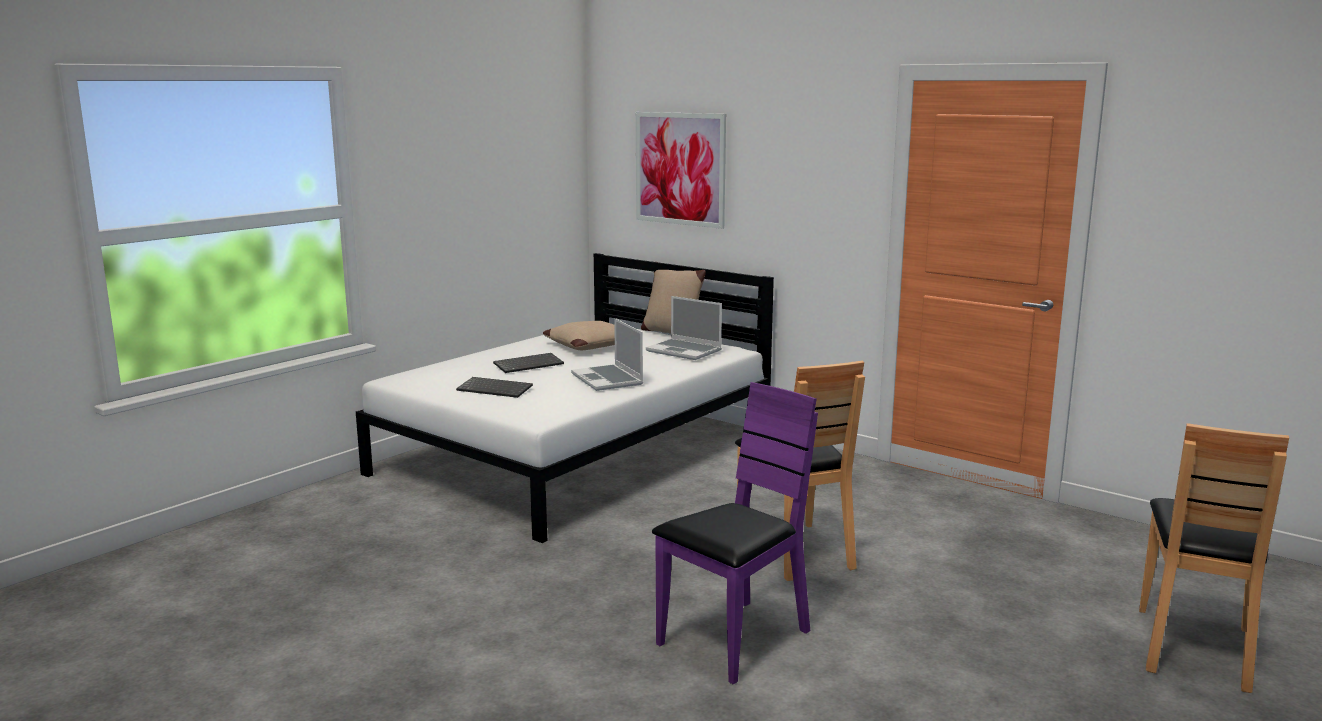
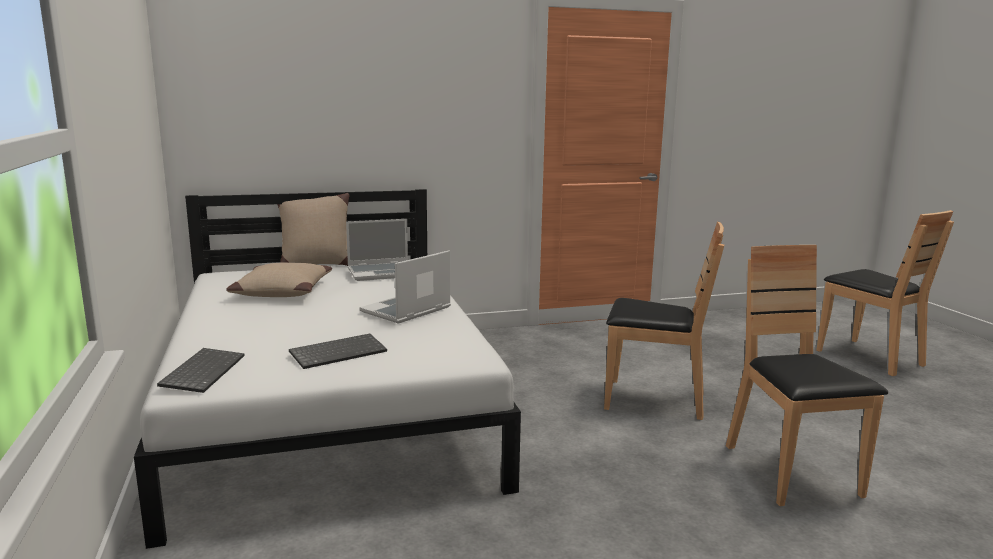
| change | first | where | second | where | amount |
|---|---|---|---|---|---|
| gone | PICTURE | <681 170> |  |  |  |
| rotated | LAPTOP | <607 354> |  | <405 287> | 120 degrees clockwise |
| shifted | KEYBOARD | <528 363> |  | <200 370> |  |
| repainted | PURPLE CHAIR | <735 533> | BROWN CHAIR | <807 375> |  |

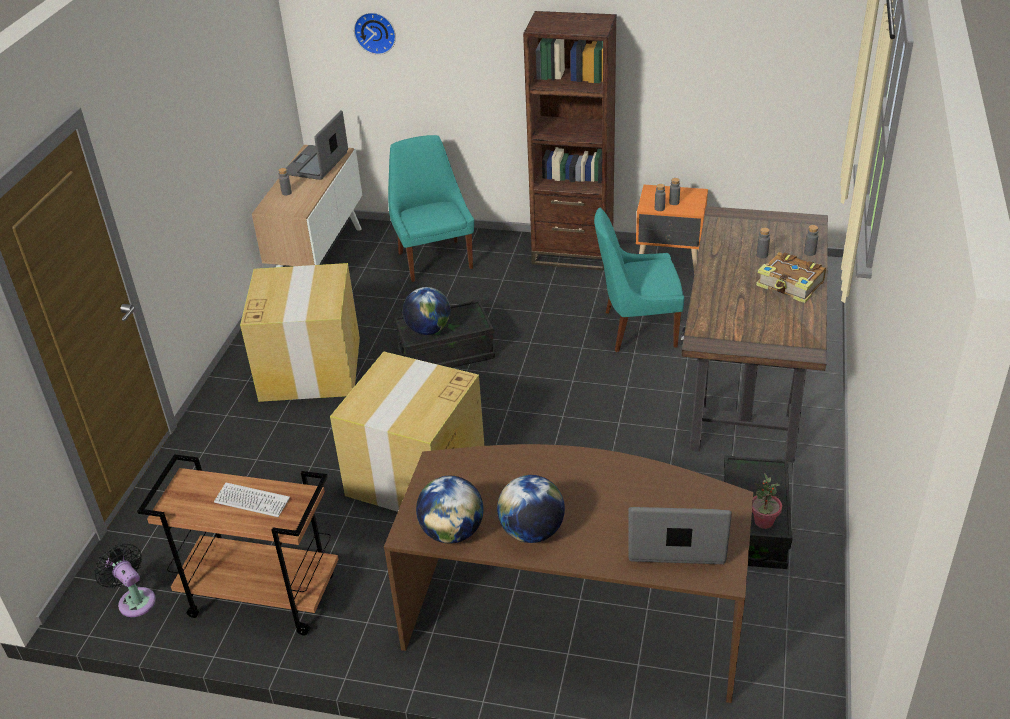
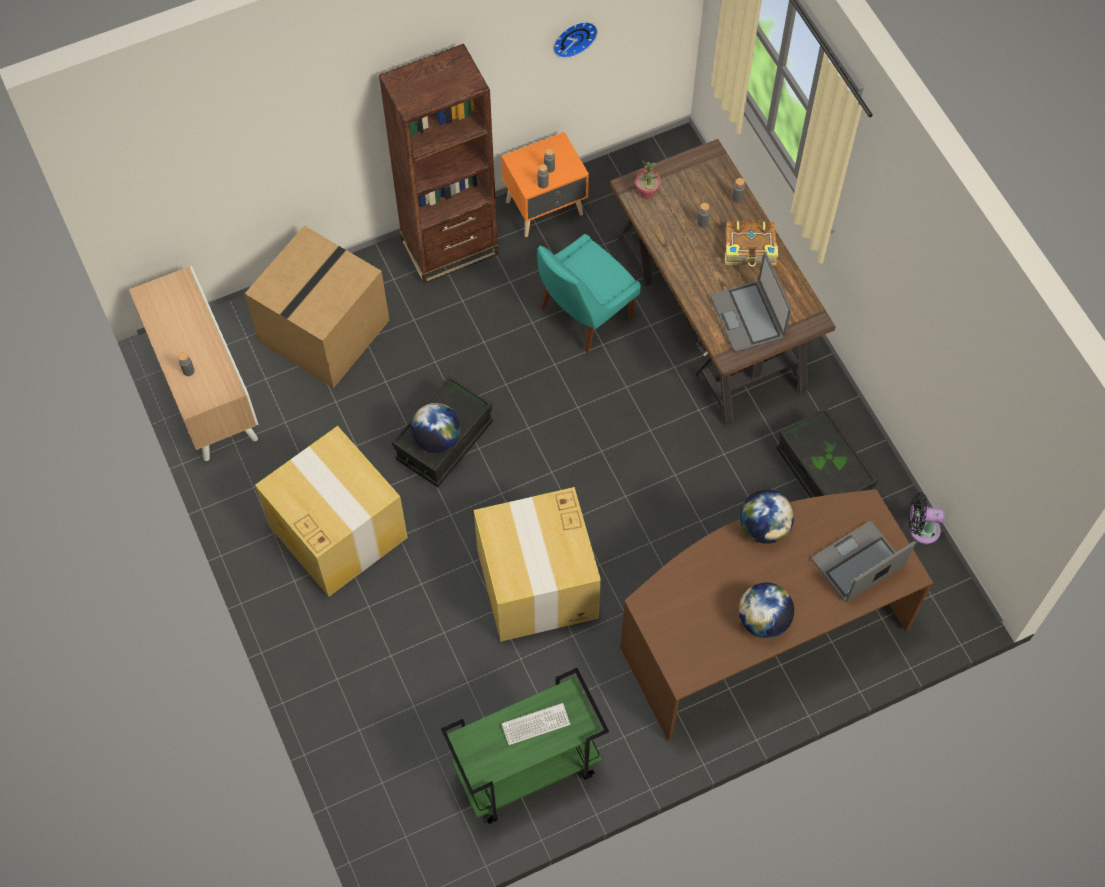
| change | first | where | second | where | amount |
|---|---|---|---|---|---|
| shifted | WALL CLOCK | <375 33> |  | <575 40> |  |
| shifted | LAPTOP | <317 145> |  | <751 303> |  |
| swapped | TURQUOISE CHAIR | <431 208> | CARDBOARD BOX | <317 307> |  |
| repainted | BROWN CART | <238 544> | GREEN CART | <525 746> |  |
| shifted | POTTED PLANT | <767 501> |  | <648 179> |  |
| shifted | GLOBE | <450 509> |  | <767 517> |  |
| shifted | BLACK FAN | <125 580> |  | <927 518> |  |

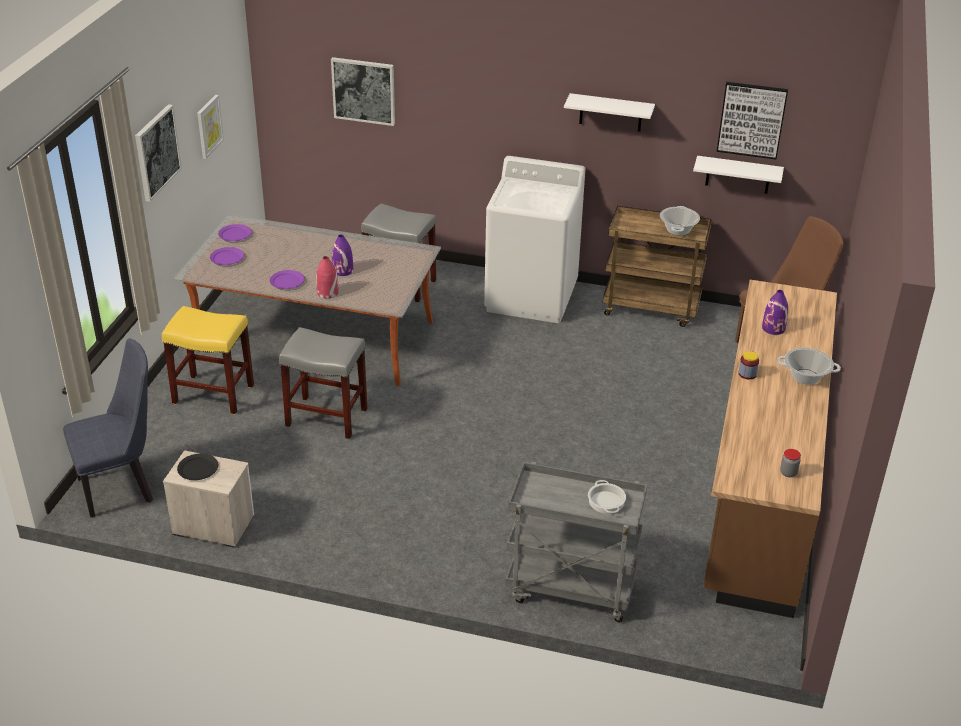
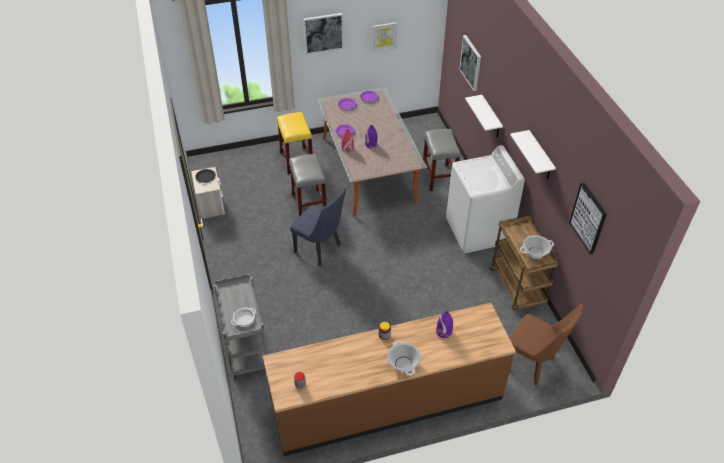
| change | first | where | second | where | amount |
|---|---|---|---|---|---|
| shifted | WHITE SHELF | <738 175> |  | <484 116> |  |
| shifted | BLUE CHAIR | <108 428> |  | <318 226> |  |

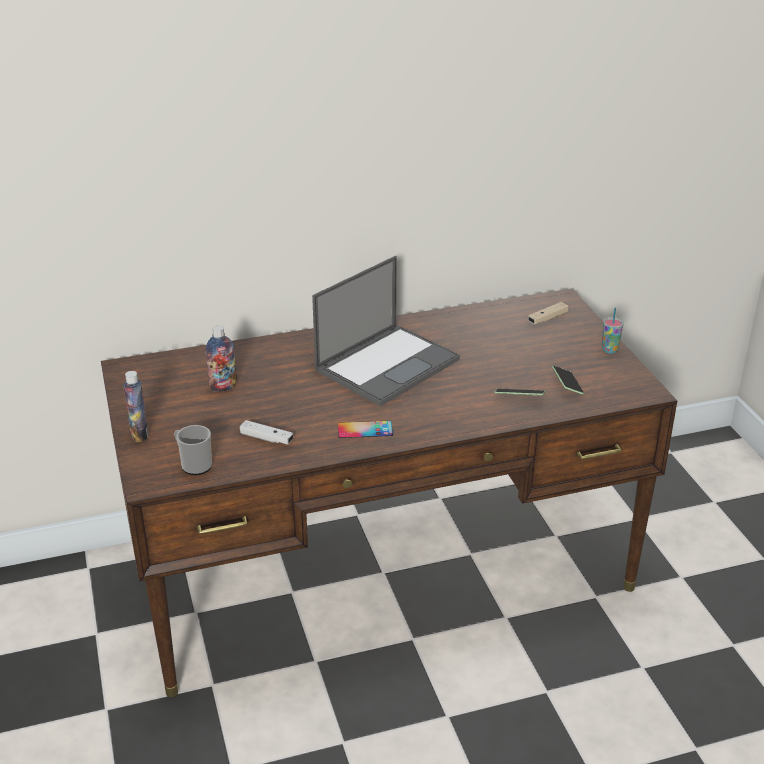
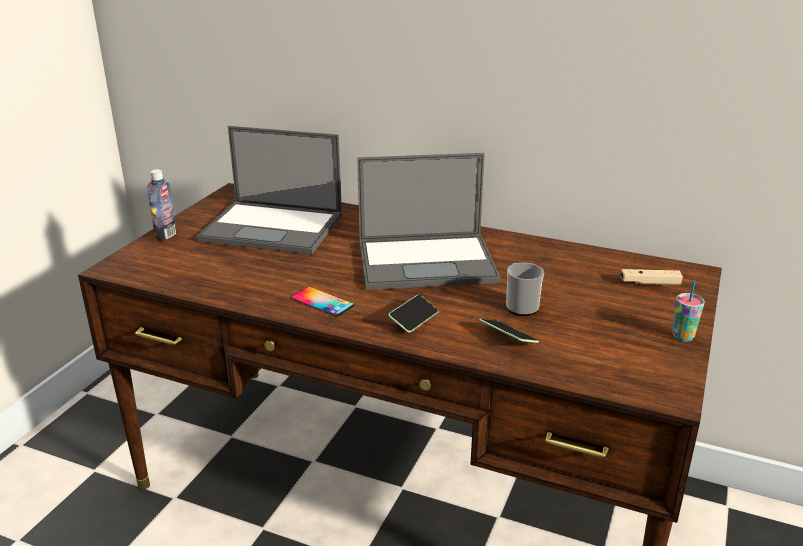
| change | first | where | second | where | amount |
|---|---|---|---|---|---|
| swapped | BOTTLE | <221 359> | LAPTOP | <269 190> |  |
| shifted | PHONE | <568 380> |  | <413 314> |  |
| gone | WHITE GAME CONTROLLER | <266 432> |  |  |  |
| shifted | MUG | <193 450> |  | <525 289> |  |

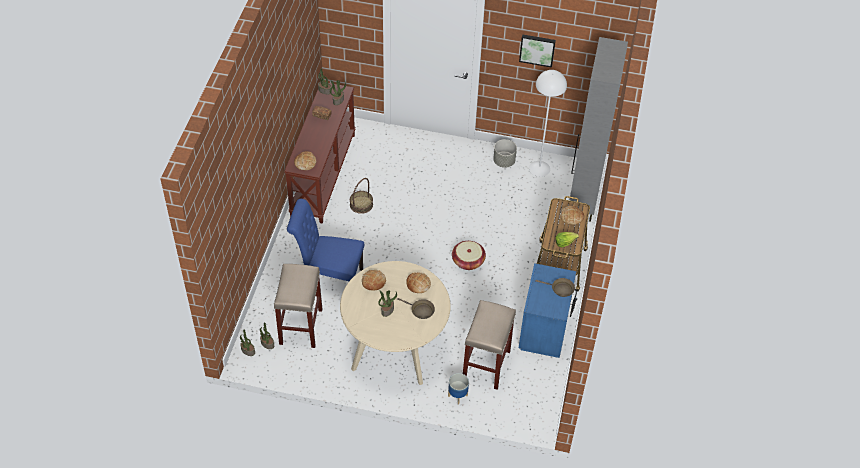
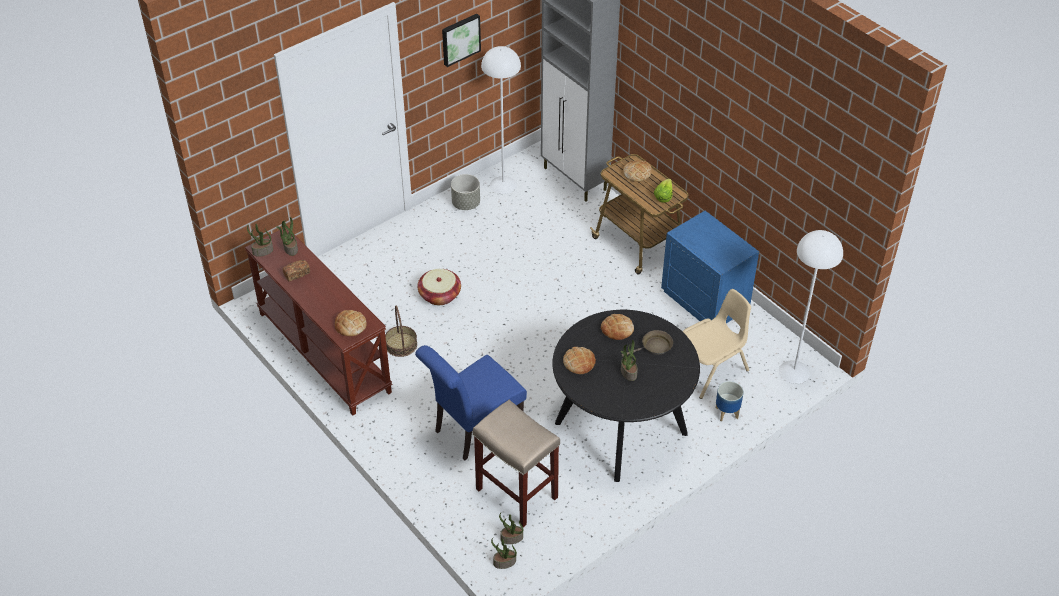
| change | first | where | second | where | amount |
|---|---|---|---|---|---|
| shifted | BASKET | <469 255> |  | <439 287> |  |
| repainted | BEIGE DINING TABLE | <395 323> | BLACK DINING TABLE | <626 396> |  |
| gone | BROWN FRYING PAN | <555 287> |  |  |  |
| swapped | BEIGE STOOL | <489 345> | BEIGE CHAIR | <717 344> |  |
| new |  |  | WHITE FLOOR LAMP | <811 307> |  |

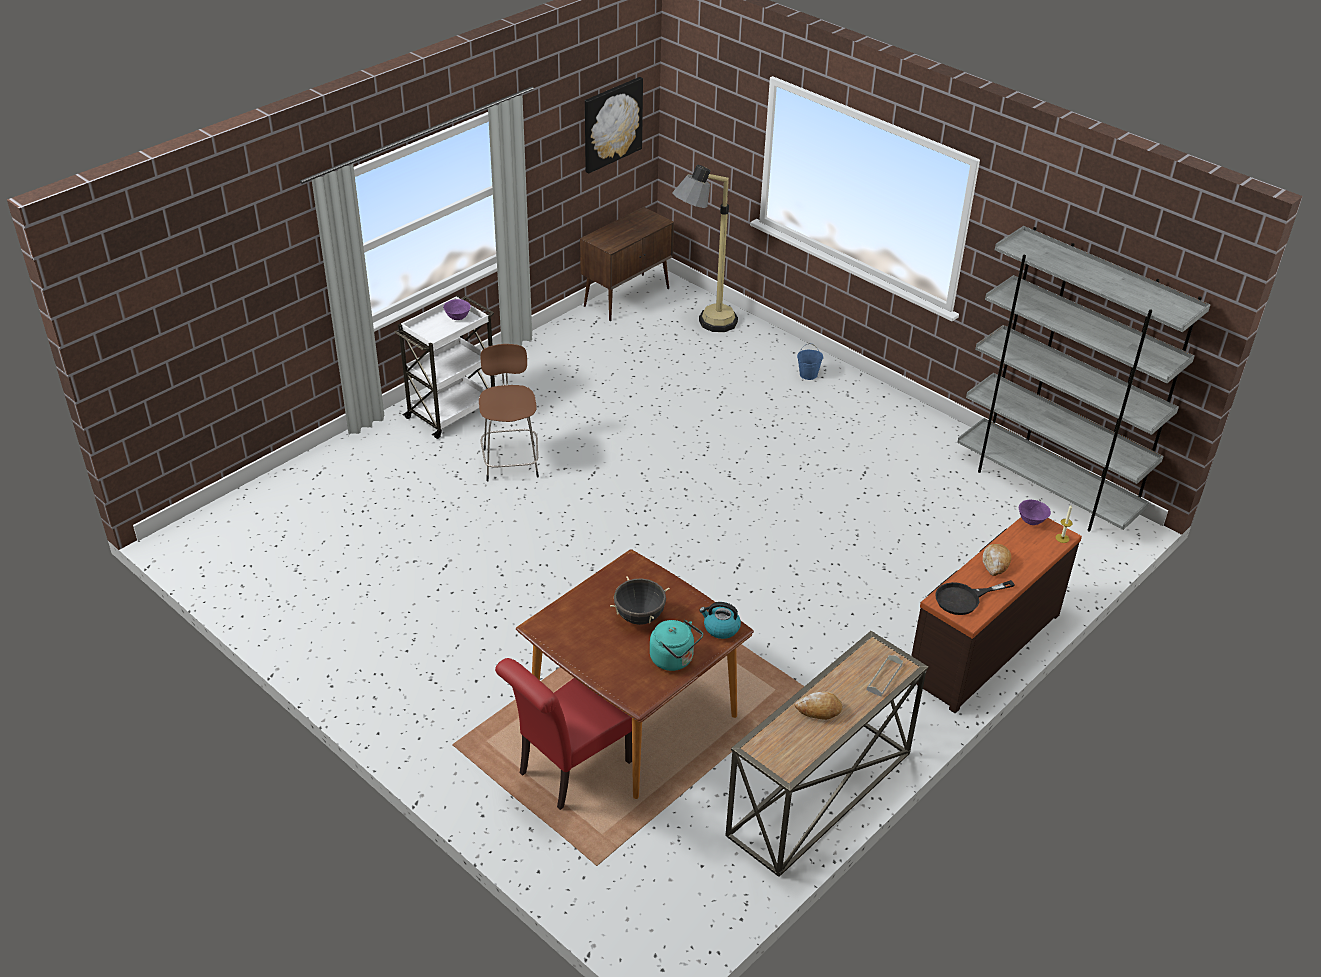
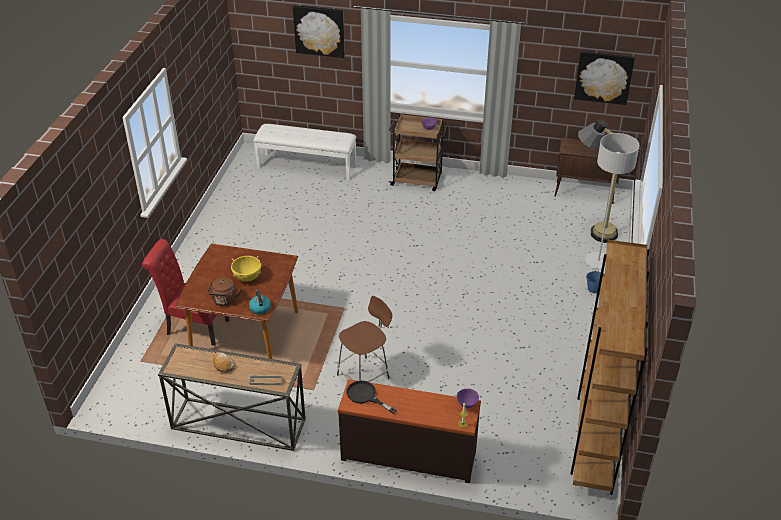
| change | first | where | second | where | amount |
|---|---|---|---|---|---|
| repainted | GREY BOOKCASE | <1083 378> | BROWN BOOKCASE | <610 367> |  |
| repainted | WHITE CART | <445 367> | BROWN CART | <418 152> |  |
| shifted | BROWN STOOL | <509 412> |  | <364 339> |  |
| gone | BREAD | <997 560> |  |  |  |
| repainted | BLACK COOKING POT | <640 600> | YELLOW COOKING POT | <246 269> |  |
| repainted | TURQUOISE KETTLE | <676 645> | BROWN KETTLE | <224 291> |  |
| new |  |  | PICTURE | <319 31> |  |
| new |  |  | WHITE BENCH | <305 152> |  |
| new |  |  | GREY FLOOR LAMP | <612 201> |  |

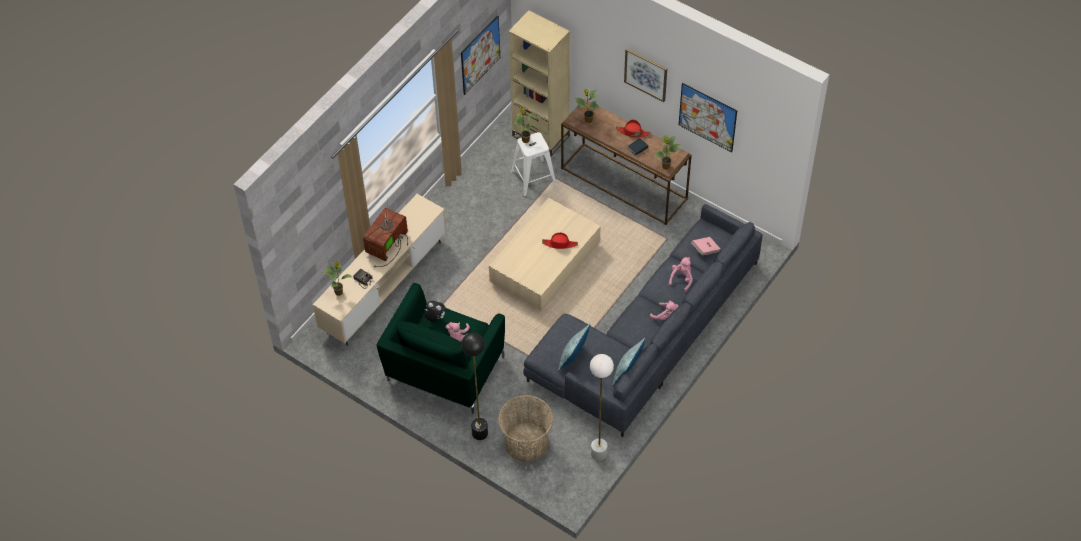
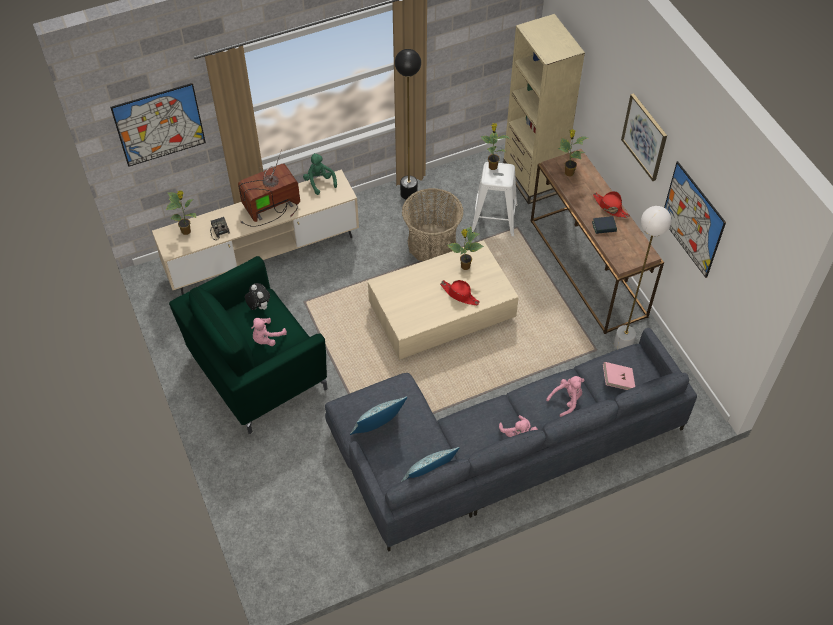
| change | first | where | second | where | amount |
|---|---|---|---|---|---|
| shifted | PICTURE | <480 55> |  | <158 125> |  |
| shifted | POTTED PLANT | <666 152> |  | <465 248> |  |
| shifted | BLACK FLOOR LAMP | <474 386> |  | <408 124> |  |
| shifted | WHITE FLOOR LAMP | <602 407> |  | <642 278> |  |
| shifted | BASKET | <525 428> |  | <433 224> |  |
| new |  |  | GREEN PLUSH TOY | <320 174> |  |

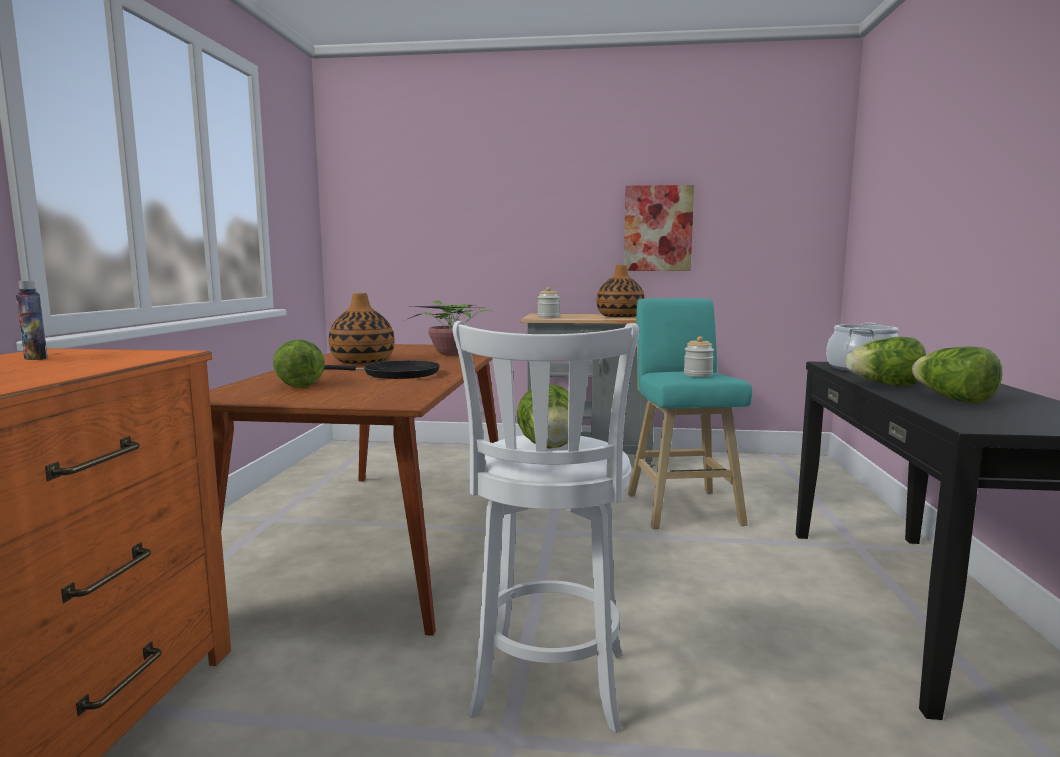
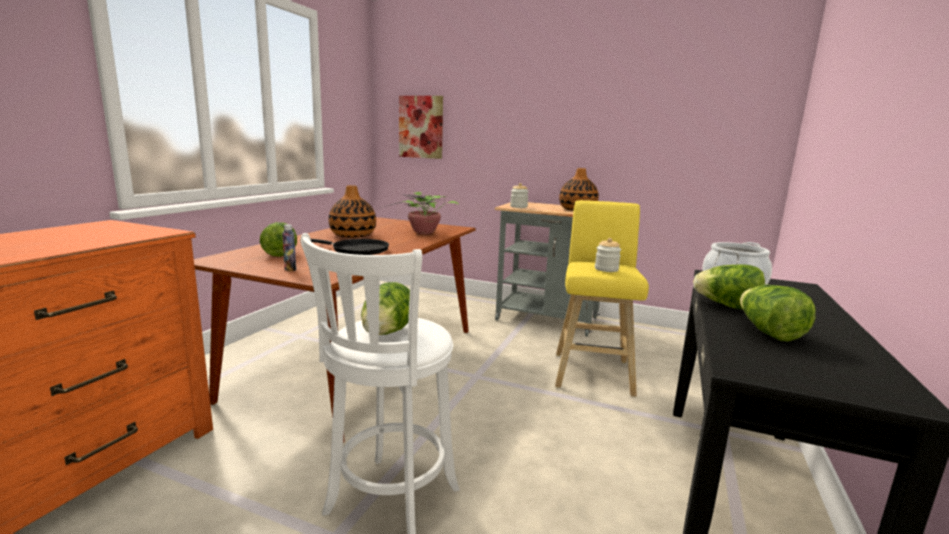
| change | first | where | second | where | amount |
|---|---|---|---|---|---|
| shifted | PICTURE | <659 228> |  | <421 127> |  |
| shifted | BOTTLE | <32 320> |  | <289 247> |  |
| repainted | TURQUOISE STOOL | <690 413> | YELLOW STOOL | <602 298> |  |

